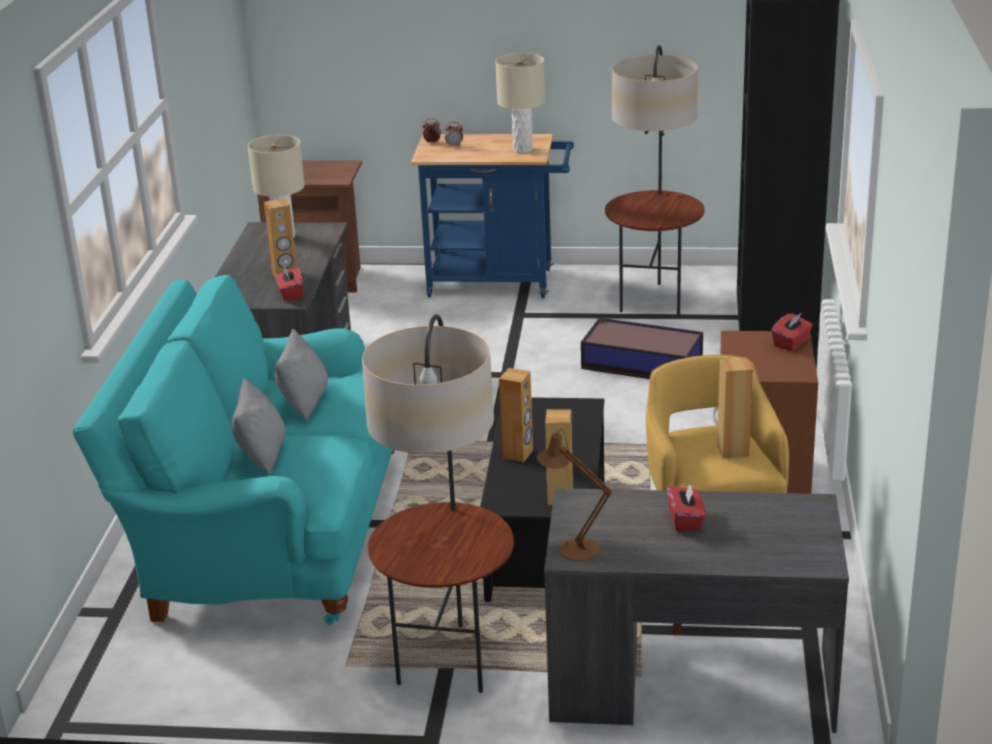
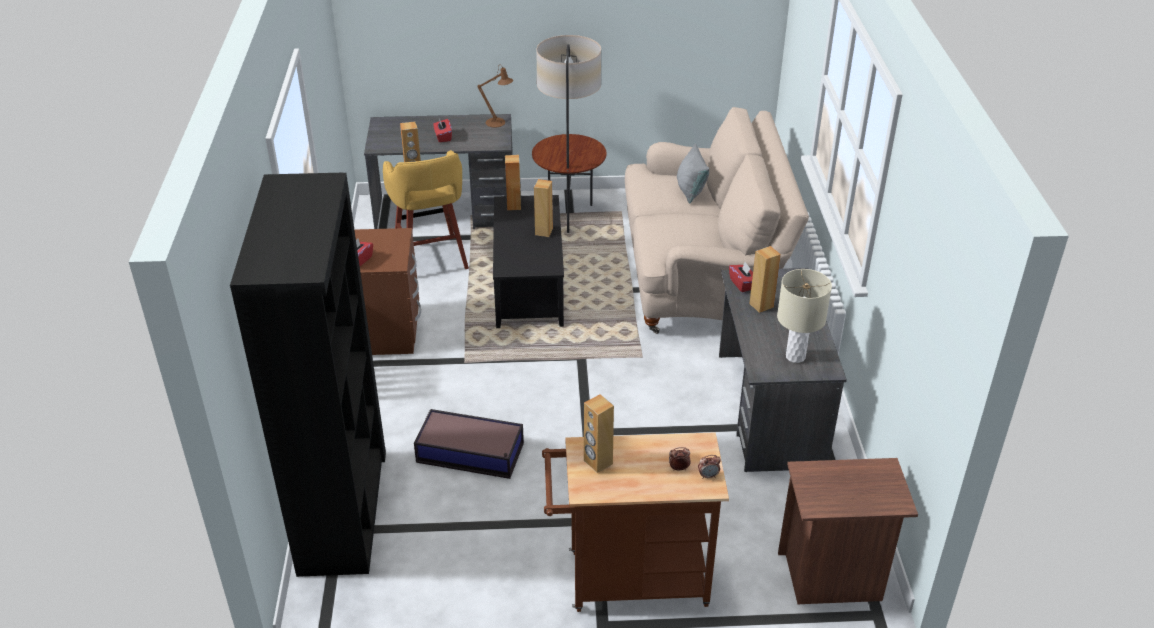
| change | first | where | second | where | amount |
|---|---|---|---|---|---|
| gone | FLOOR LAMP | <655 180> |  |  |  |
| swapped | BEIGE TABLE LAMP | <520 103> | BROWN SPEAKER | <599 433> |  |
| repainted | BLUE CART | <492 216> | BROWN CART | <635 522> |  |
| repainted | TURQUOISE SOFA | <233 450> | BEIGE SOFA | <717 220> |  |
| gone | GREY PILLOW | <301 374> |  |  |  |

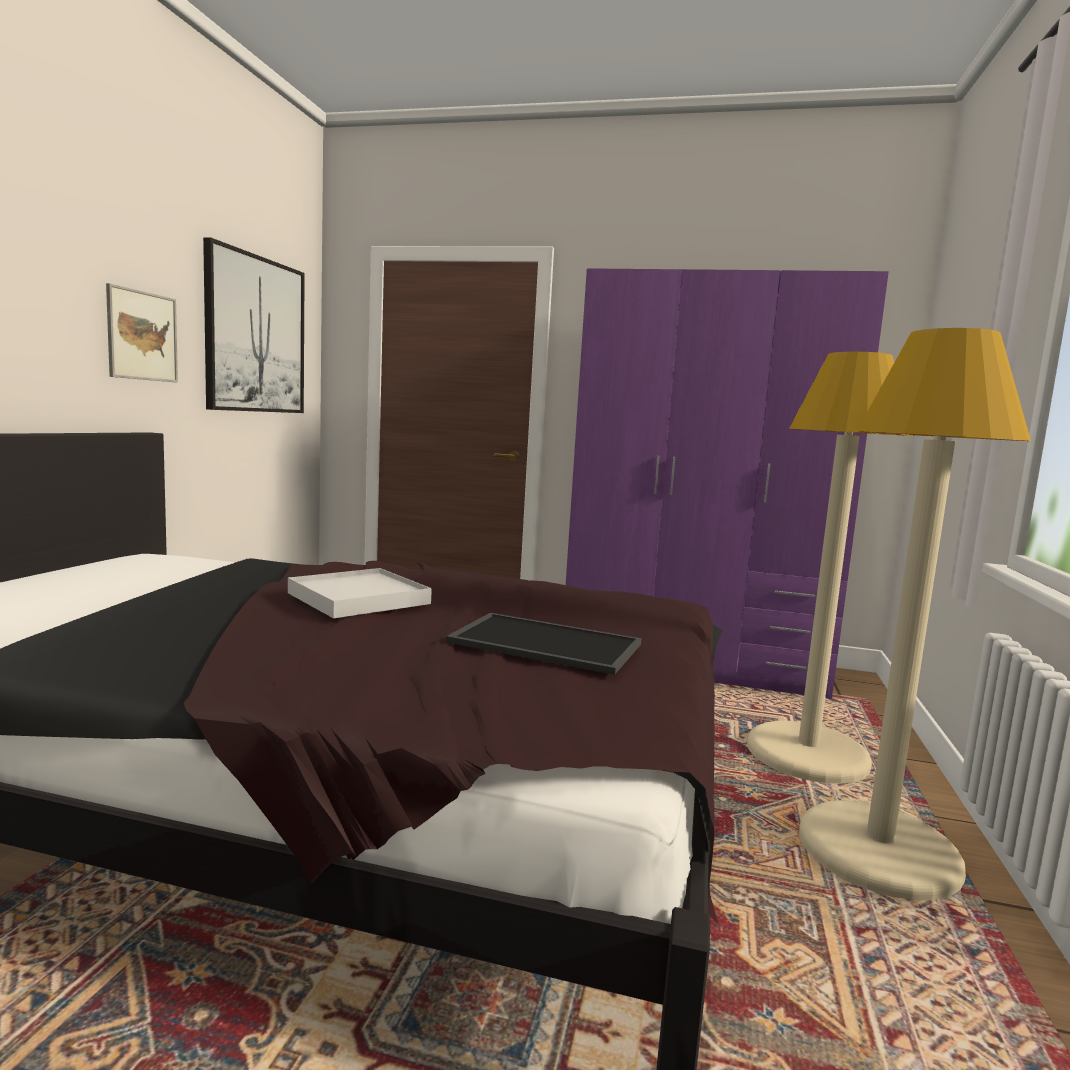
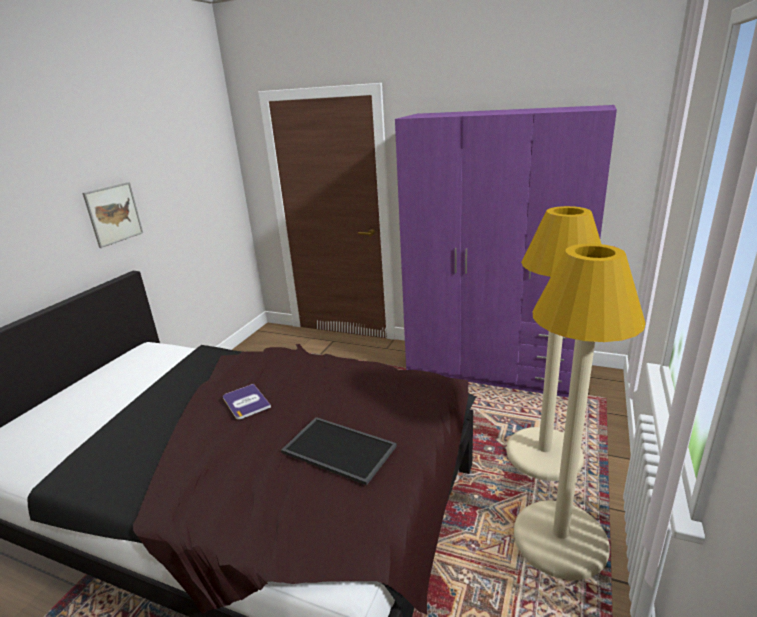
| change | first | where | second | where | amount |
|---|---|---|---|---|---|
| gone | PICTURE | <254 325> |  |  |  |
| swapped | WHITE TRAY | <360 593> | BOOK | <247 402> |  |

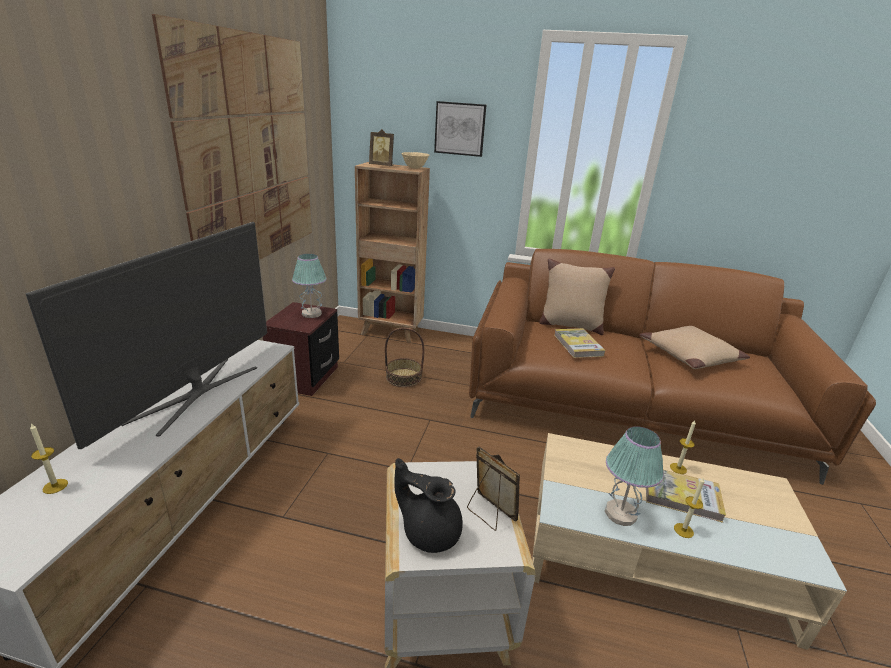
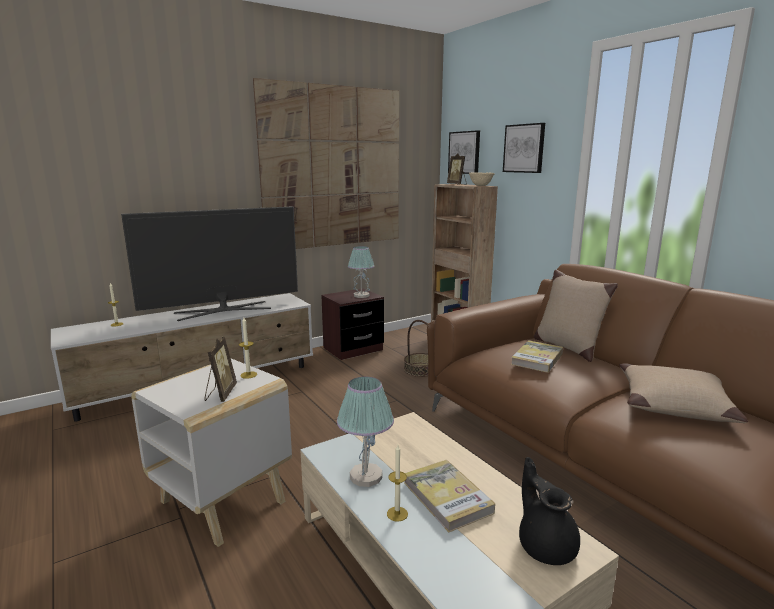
| change | first | where | second | where | amount |
|---|---|---|---|---|---|
| shifted | CANDLE | <683 447> |  | <248 348> |  |
| shifted | BLACK TEAPOT | <428 505> |  | <549 511> |  |
| new |  |  | PICTURE | <464 152> |  |

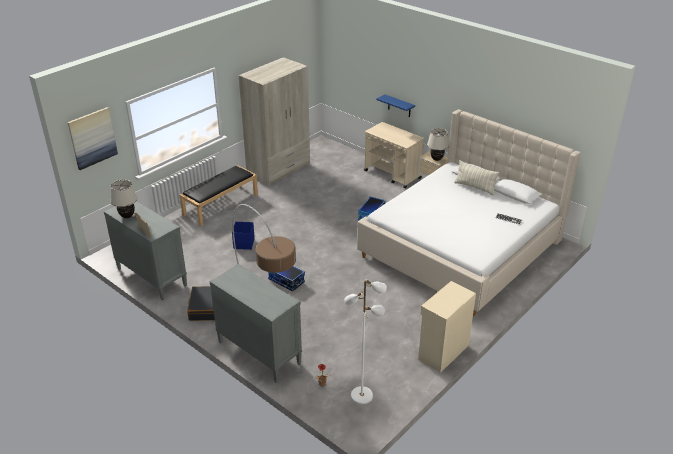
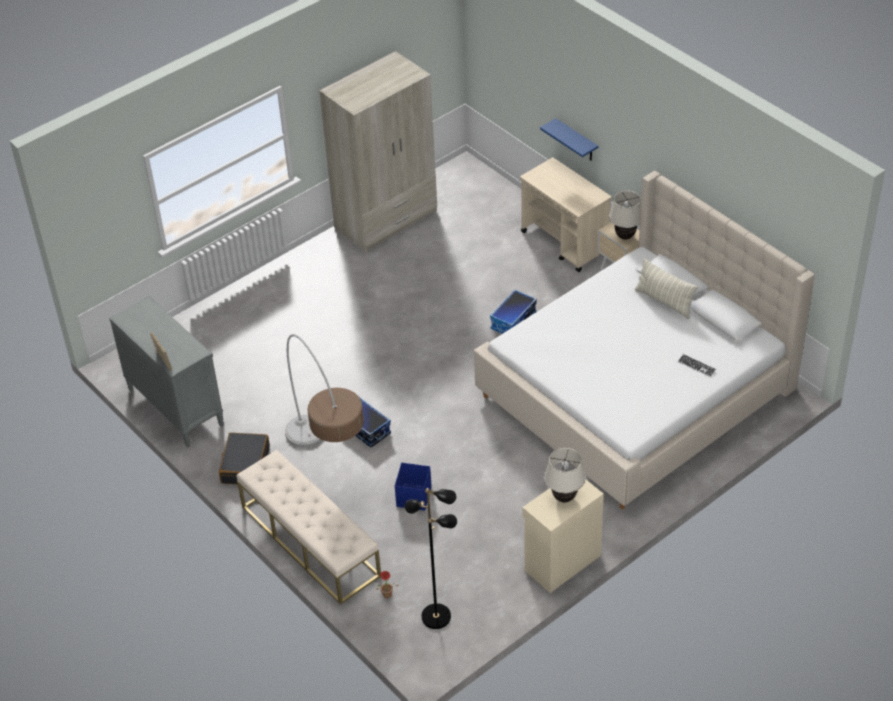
| change | first | where | second | where | amount |
|---|---|---|---|---|---|
| gone | PICTURE | <92 138> |  |  |  |
| gone | BLACK BENCH | <219 195> |  |  |  |
| shifted | BEIGE TABLE LAMP | <124 199> |  | <565 475> |  |
| shifted | BLUE STORAGE BOX | <243 236> |  | <413 487> |  |
| swapped | GREY DRESSER | <255 323> | BEIGE BENCH | <309 527> |  |
| repainted | WHITE FLOOR LAMP | <365 341> | BLACK FLOOR LAMP | <430 558> |  |

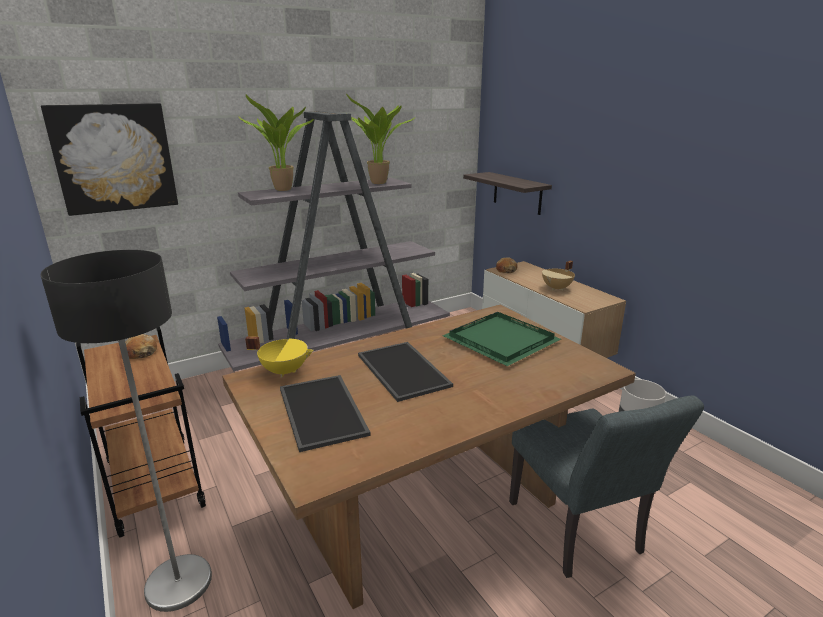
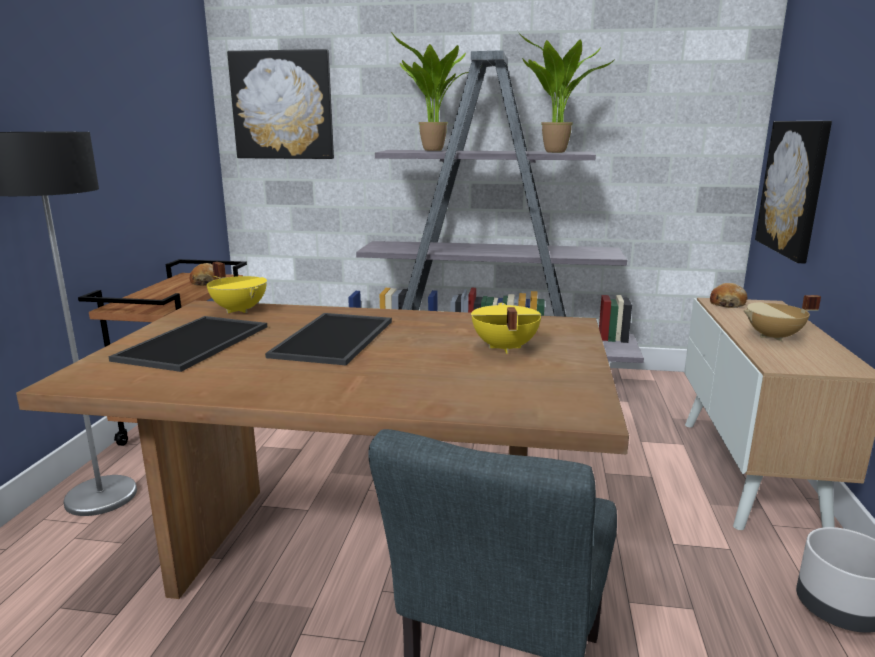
| change | first | where | second | where | amount |
|---|---|---|---|---|---|
| swapped | SHELF | <507 193> | PICTURE | <793 192> |  |
| swapped | GREEN TRAY | <501 339> | YELLOW COOKING POT | <506 328> |  |

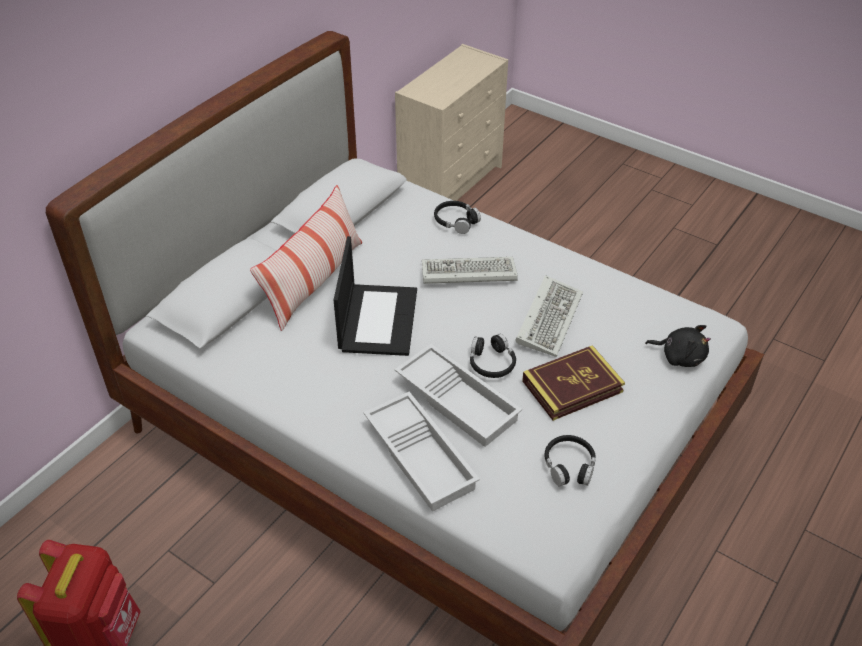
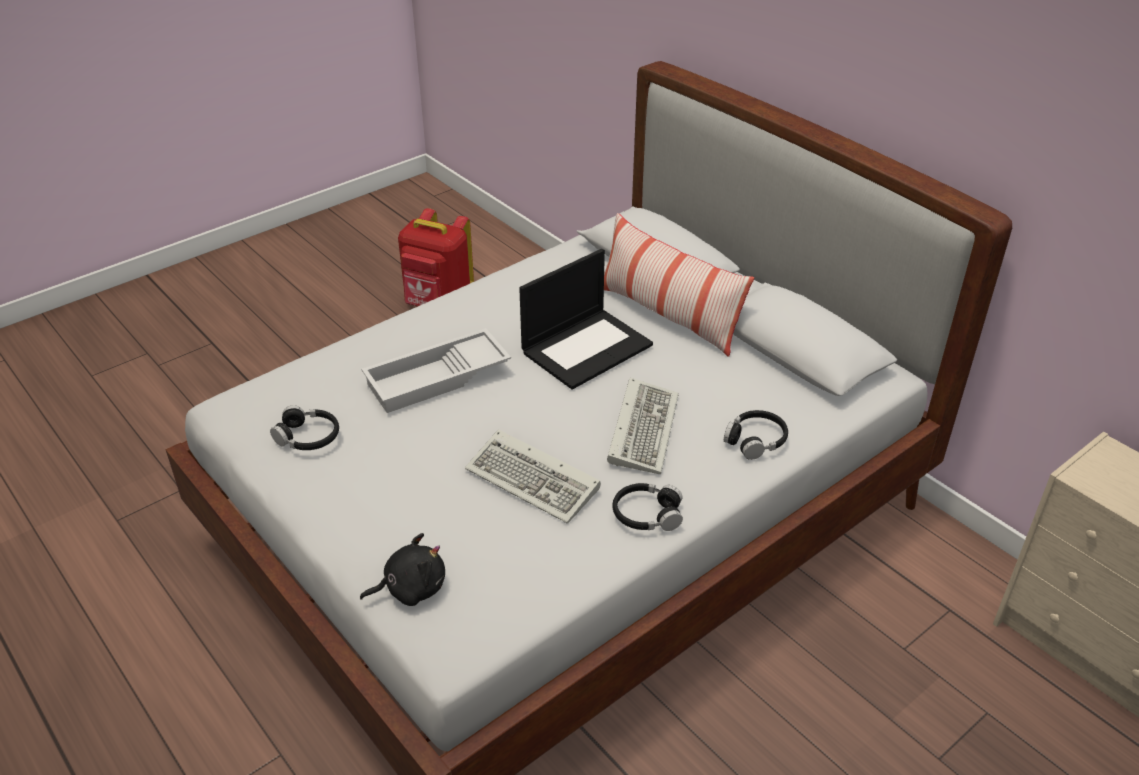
| change | first | where | second | where | amount |
|---|---|---|---|---|---|
| rotated | LAPTOP | <375 296> |  | <586 319> | 60 degrees counterclockwise |
| rotated | BLACK PLUSH TOY | <678 346> |  | <402 569> | 150 degrees counterclockwise |
| shifted | BLACK HEADPHONES | <493 355> |  | <648 507> |  |
| gone | BOOK | <573 383> |  |  |  |
| gone | WHITE TRAY | <421 452> |  |  |  |

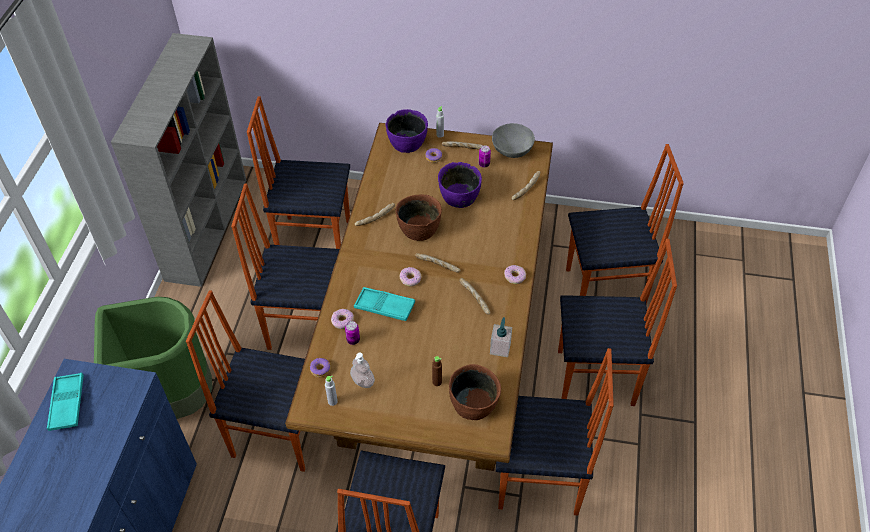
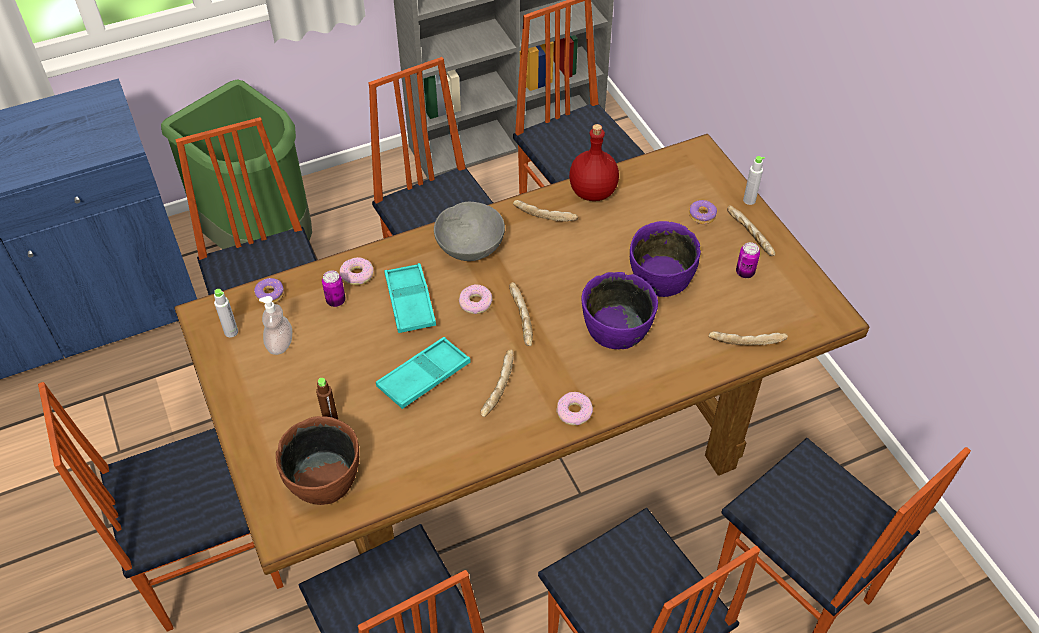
| change | first | where | second | where | amount |
|---|---|---|---|---|---|
| shifted | PURPLE BOWL | <406 131> |  | <619 310> |  |
| shifted | GREY BOWL | <513 140> |  | <469 231> |  |
| gone | BROWN BOWL | <418 218> |  |  |  |
| gone | SOAP DISPENSER | <501 337> |  |  |  |
| shifted | TURQUOISE TRAY | <65 402> |  | <423 373> |  |
| new |  |  | RED BOTTLE | <594 162> |  |

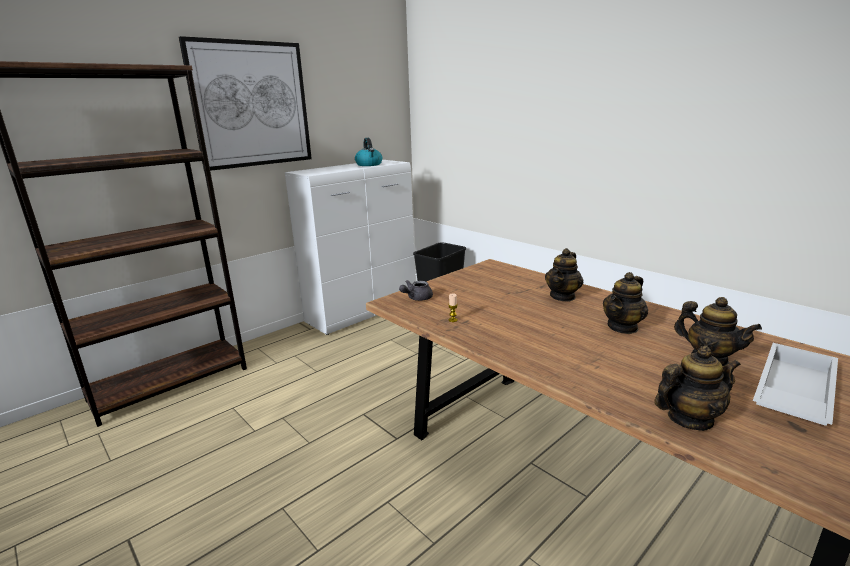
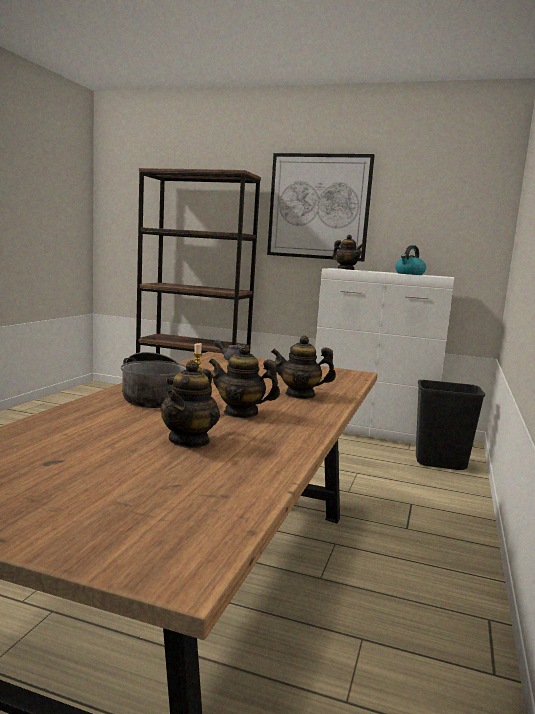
| change | first | where | second | where | amount |
|---|---|---|---|---|---|
| gone | WHITE TRAY | <795 384> |  |  |  |
| shifted | TEAPOT | <697 388> |  | <347 252> |  |
| new |  |  | COOKING POT | <153 380> |  |

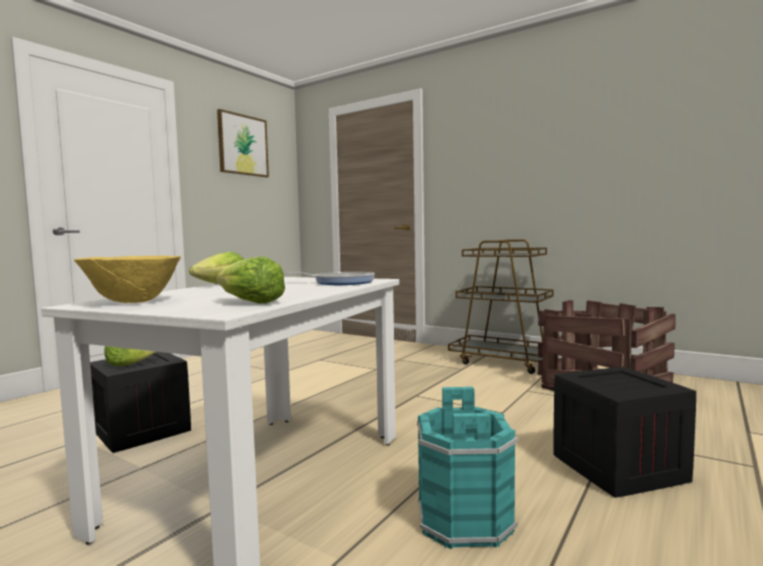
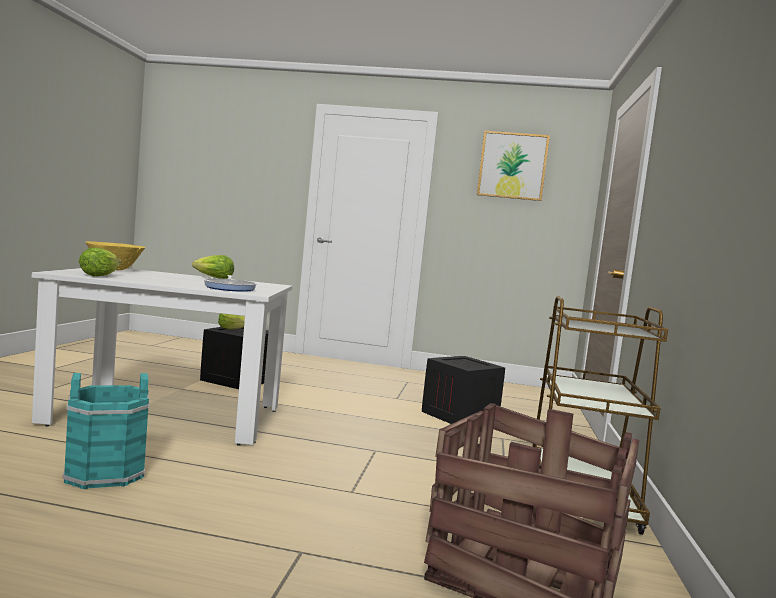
| change | first | where | second | where | amount |
|---|---|---|---|---|---|
| shifted | CRATE | <624 432> |  | <463 390> |  |

